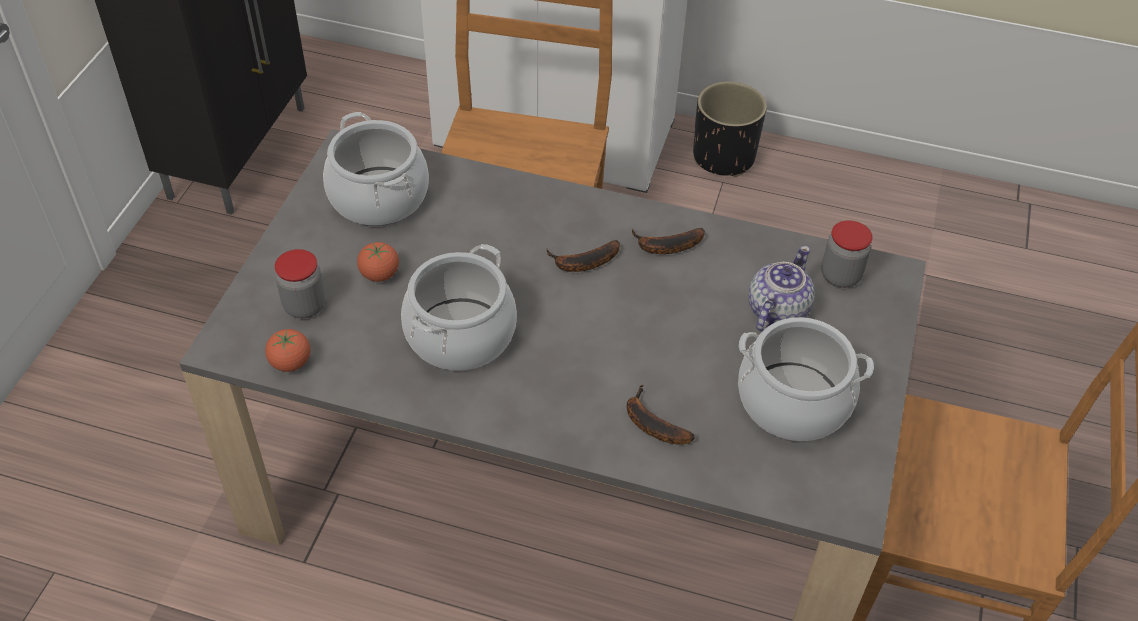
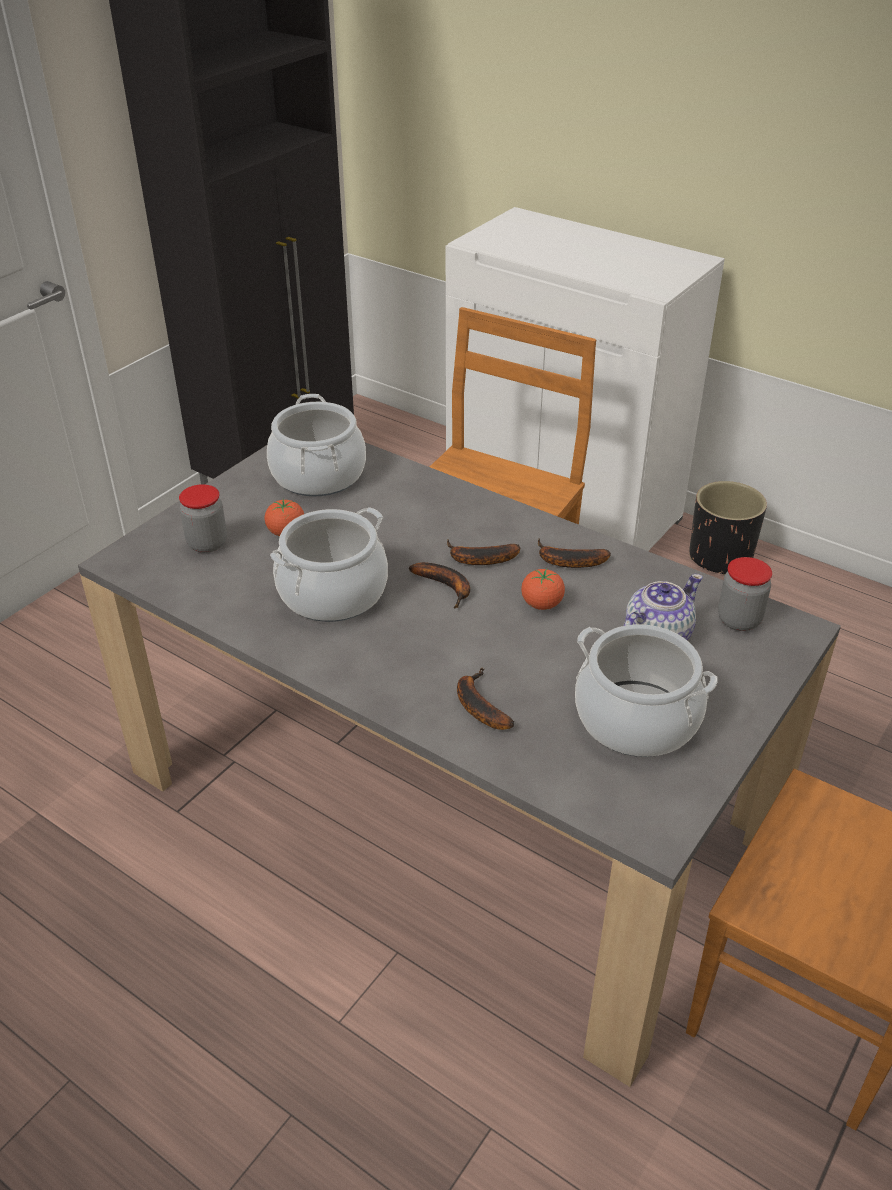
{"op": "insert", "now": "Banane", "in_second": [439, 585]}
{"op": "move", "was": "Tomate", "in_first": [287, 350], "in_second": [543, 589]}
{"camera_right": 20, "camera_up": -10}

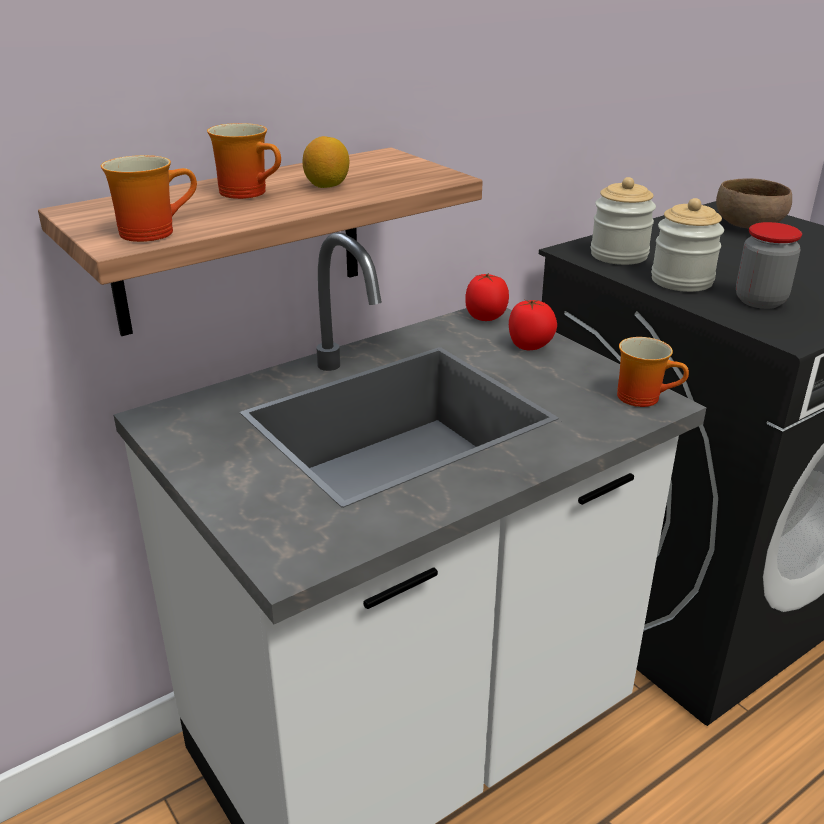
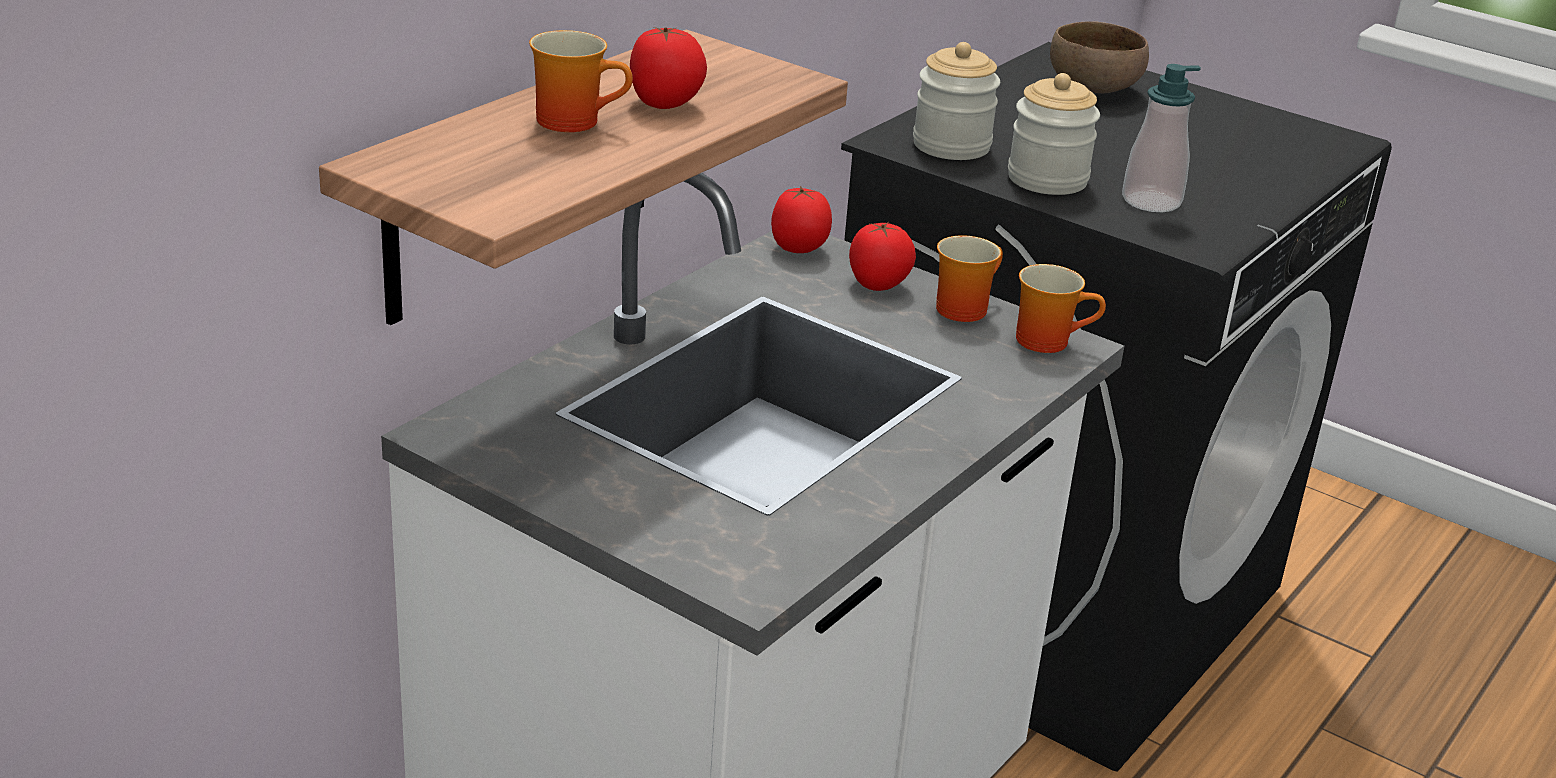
{"op": "move", "was": "Henkelbecher", "in_first": [149, 198], "in_second": [969, 279]}
{"op": "replace", "was": "Zitrone", "now": "Tomate", "in_first": [326, 162], "in_second": [668, 68]}
{"op": "replace", "was": "Vorratsglas", "now": "Seifenspender", "in_first": [769, 265], "in_second": [1161, 138]}
{"camera_right": -20, "camera_up": 0}

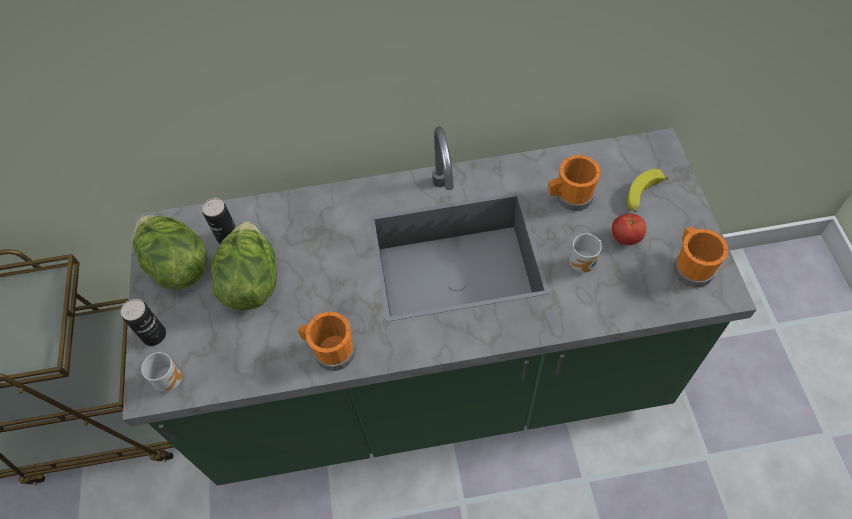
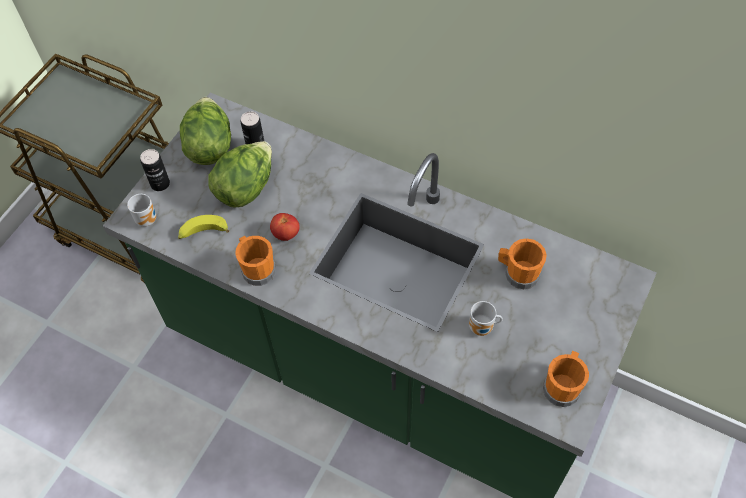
{"op": "move", "was": "Tomate", "in_first": [629, 229], "in_second": [285, 227]}
{"op": "move", "was": "Banane", "in_first": [647, 190], "in_second": [203, 227]}
{"camera_right": 35, "camera_up": 0}

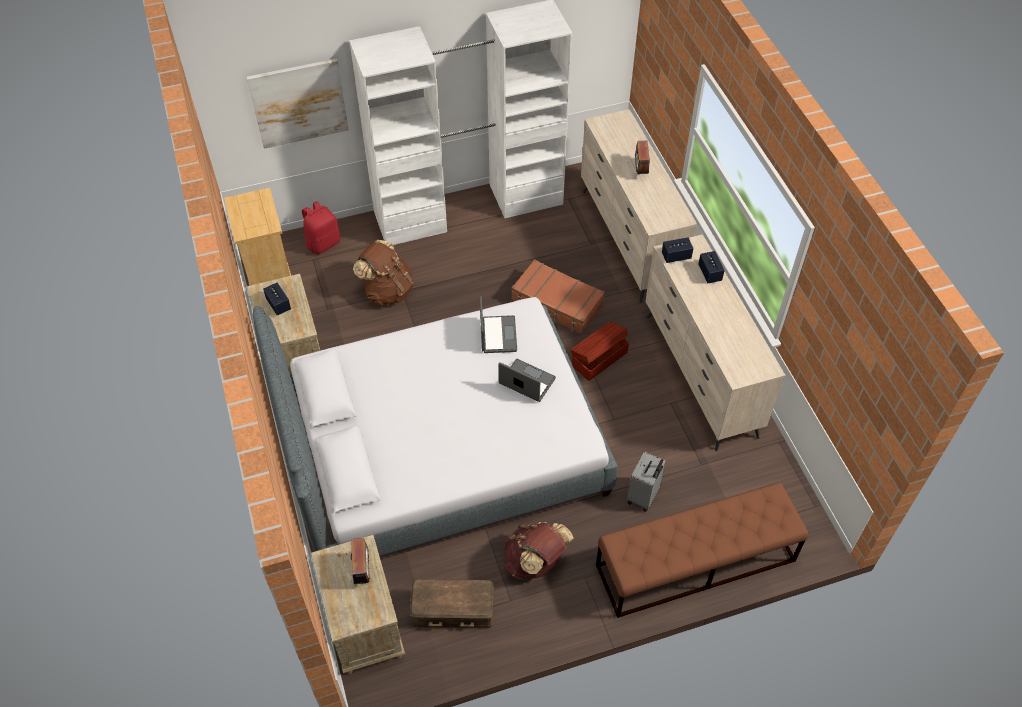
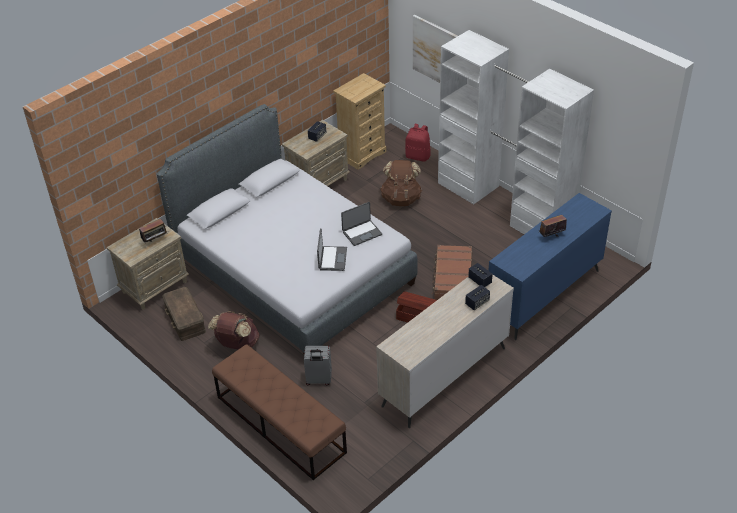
{"op": "recolor", "was": "Kommode/beige", "now": "Kommode/blau", "in_first": [639, 206], "in_second": [550, 266]}
{"camera_right": 65, "camera_up": -10}

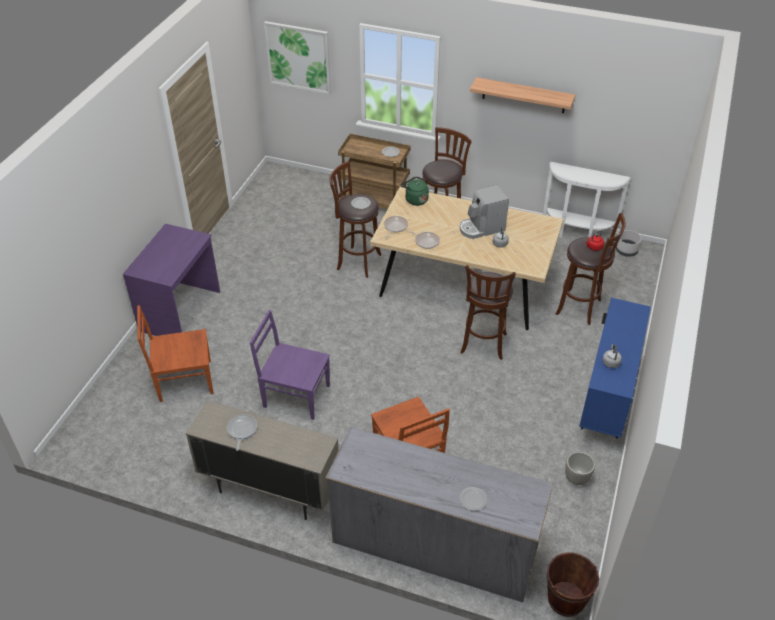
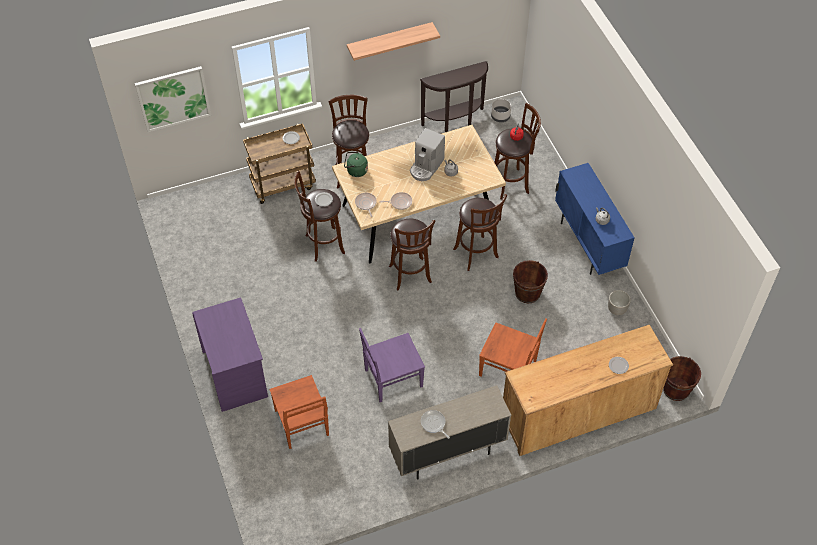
{"op": "insert", "now": "Hocker/braun", "in_second": [412, 254]}
{"op": "insert", "now": "Eimer/braun", "in_second": [530, 281]}
{"op": "recolor", "was": "Kommode/grau", "now": "Kommode/braun", "in_first": [439, 514], "in_second": [588, 390]}
{"op": "recolor", "was": "Konsolentisch/weiß", "now": "Konsolentisch/braun", "in_first": [587, 200], "in_second": [454, 96]}
{"op": "rotate", "was": "Stuhl/braun", "in_first": [175, 353], "in_second": [299, 412], "clockwise": -60}
{"camera_right": -40, "camera_up": 10}

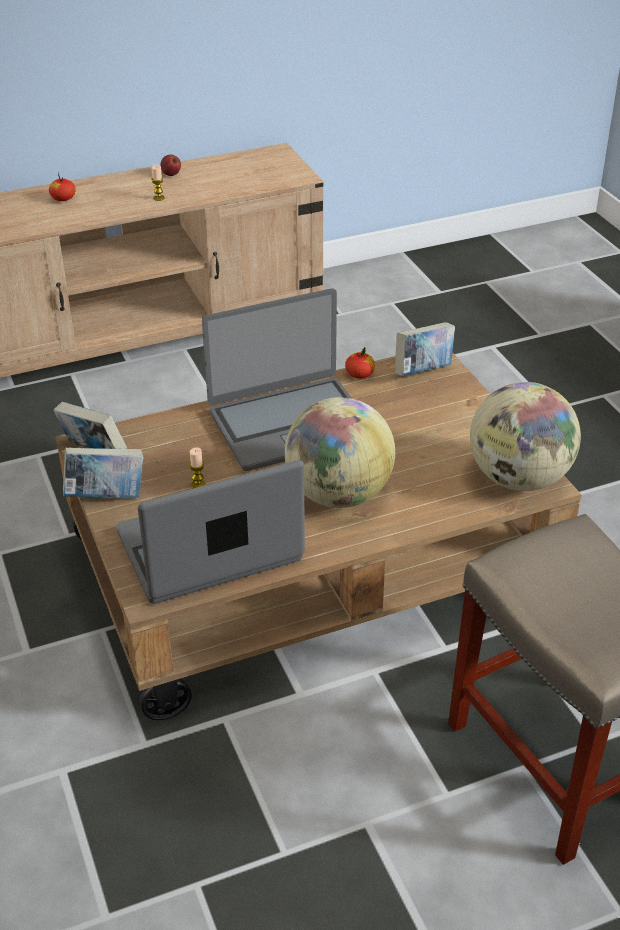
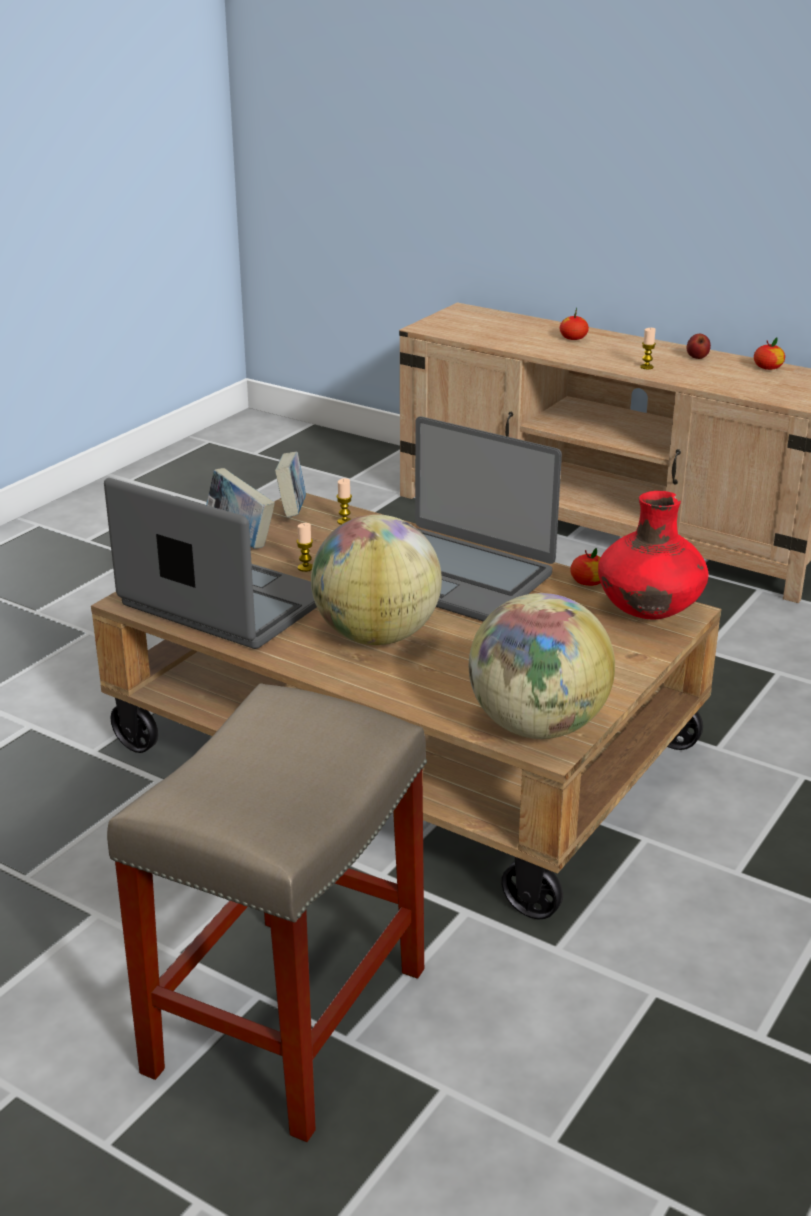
{"op": "insert", "now": "Kerze", "in_second": [344, 501]}
{"op": "insert", "now": "Apfel", "in_second": [769, 353]}
{"op": "replace", "was": "Buch", "now": "Vase/rot", "in_first": [425, 349], "in_second": [653, 555]}
{"camera_right": 55, "camera_up": -10}

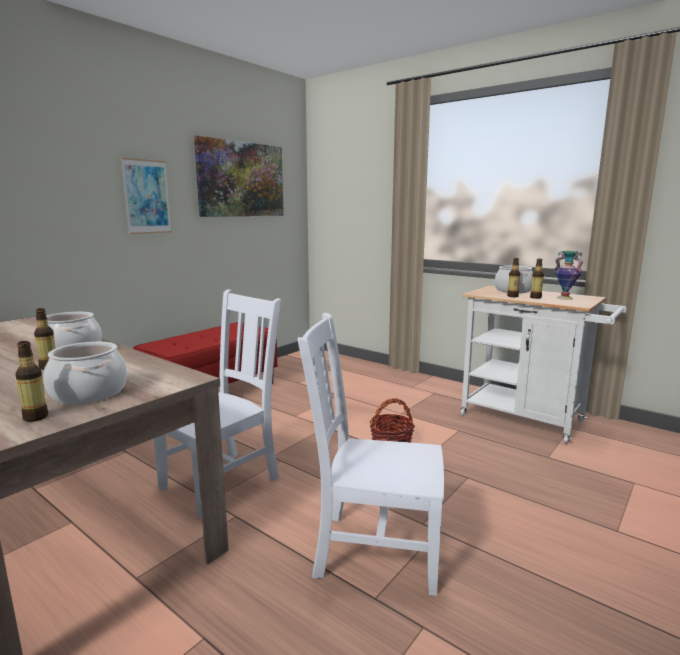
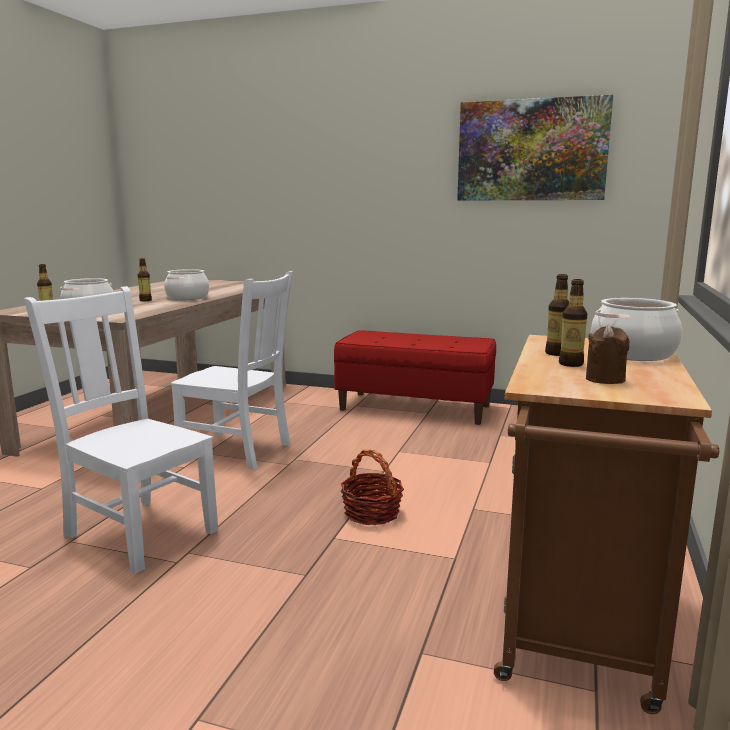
{"op": "delete", "was": "Bild", "in_first": [146, 196]}
{"op": "replace", "was": "Vase", "now": "Kerze/braun", "in_first": [568, 275], "in_second": [607, 354]}
{"op": "recolor", "was": "Rollwagen/weiß", "now": "Rollwagen/braun", "in_first": [544, 365], "in_second": [606, 524]}
{"op": "rotate", "was": "Stuhl/weiß", "in_first": [371, 454], "in_second": [121, 430], "clockwise": -45}
{"camera_right": 70, "camera_up": 0}

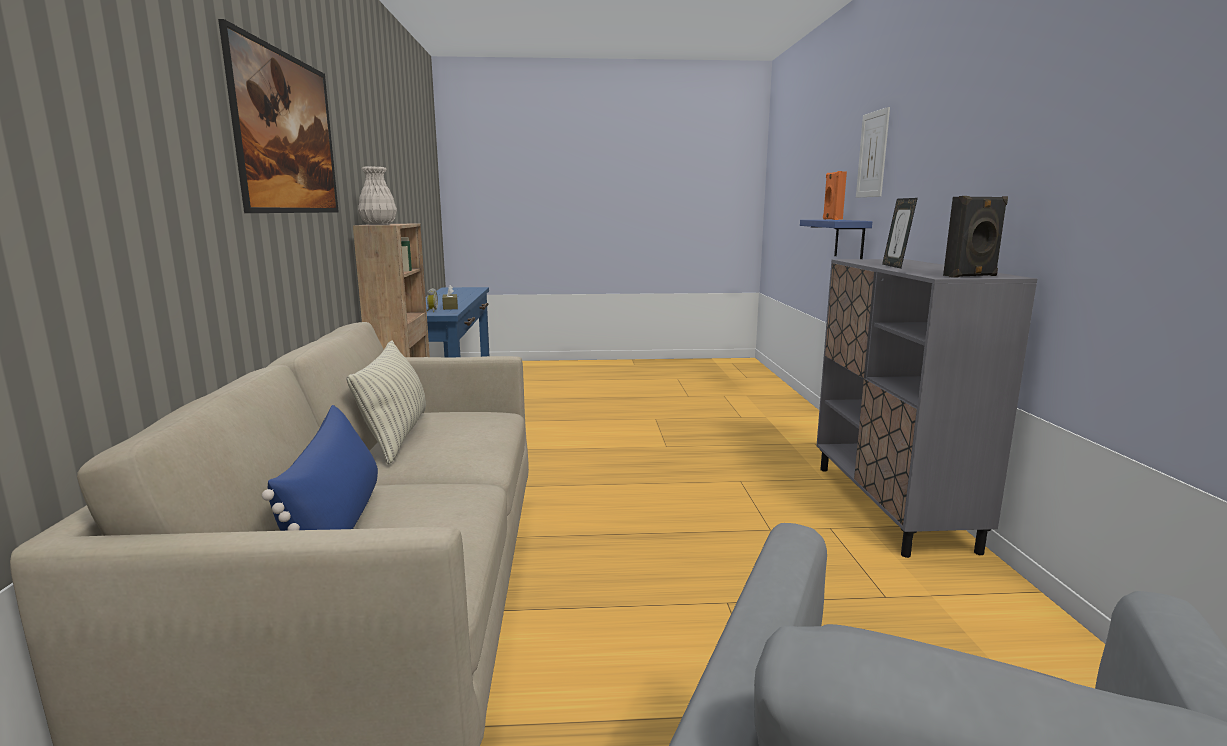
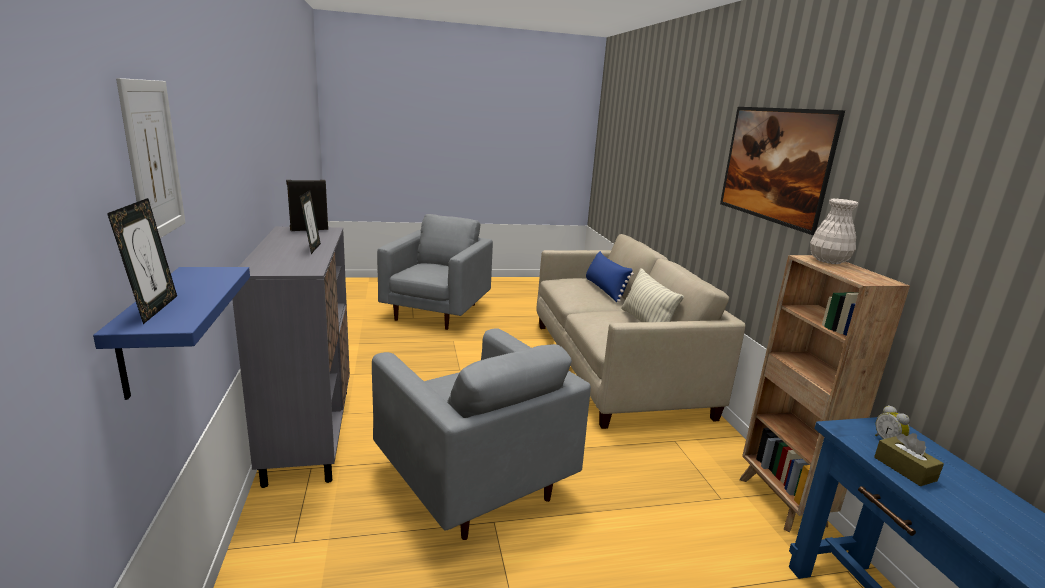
{"op": "insert", "now": "Sessel/grau", "in_second": [481, 434]}
{"op": "replace", "was": "Lautsprecher/orange", "now": "Bilderrahmen", "in_first": [835, 195], "in_second": [142, 261]}
{"camera_right": 170, "camera_up": 5}

